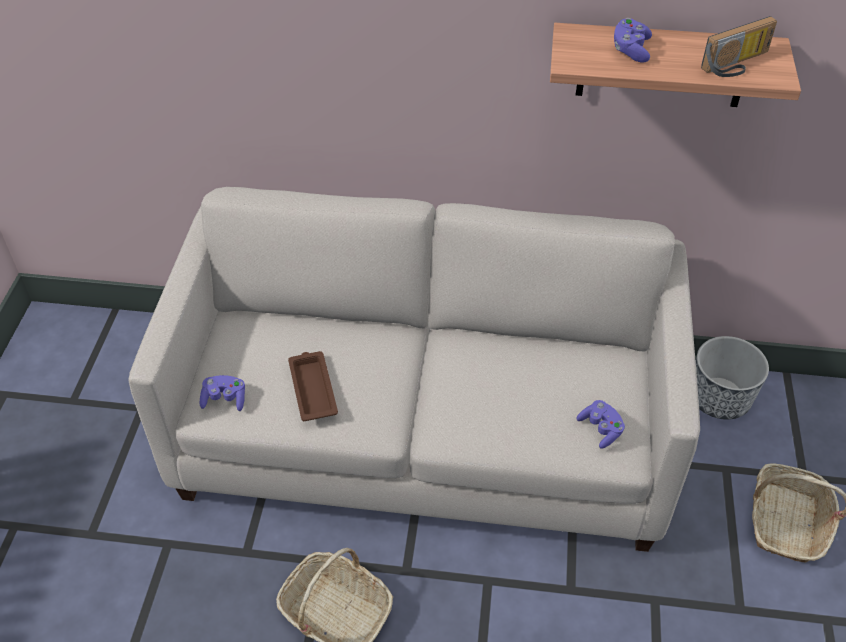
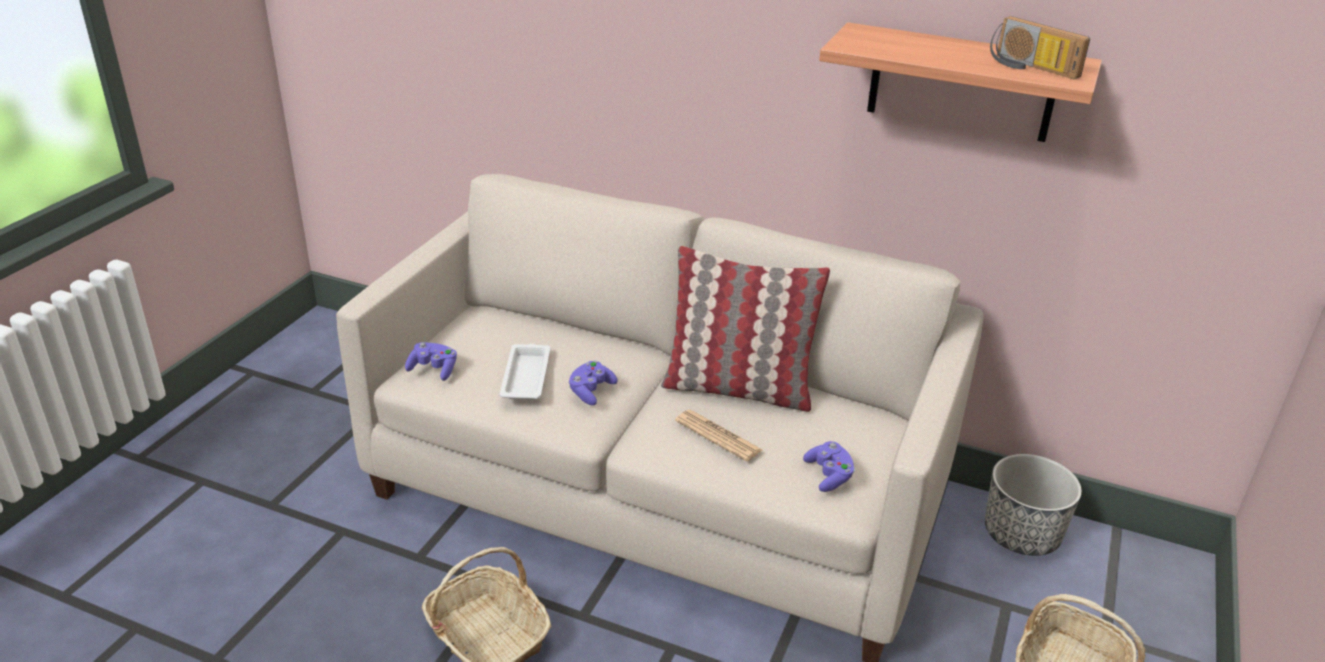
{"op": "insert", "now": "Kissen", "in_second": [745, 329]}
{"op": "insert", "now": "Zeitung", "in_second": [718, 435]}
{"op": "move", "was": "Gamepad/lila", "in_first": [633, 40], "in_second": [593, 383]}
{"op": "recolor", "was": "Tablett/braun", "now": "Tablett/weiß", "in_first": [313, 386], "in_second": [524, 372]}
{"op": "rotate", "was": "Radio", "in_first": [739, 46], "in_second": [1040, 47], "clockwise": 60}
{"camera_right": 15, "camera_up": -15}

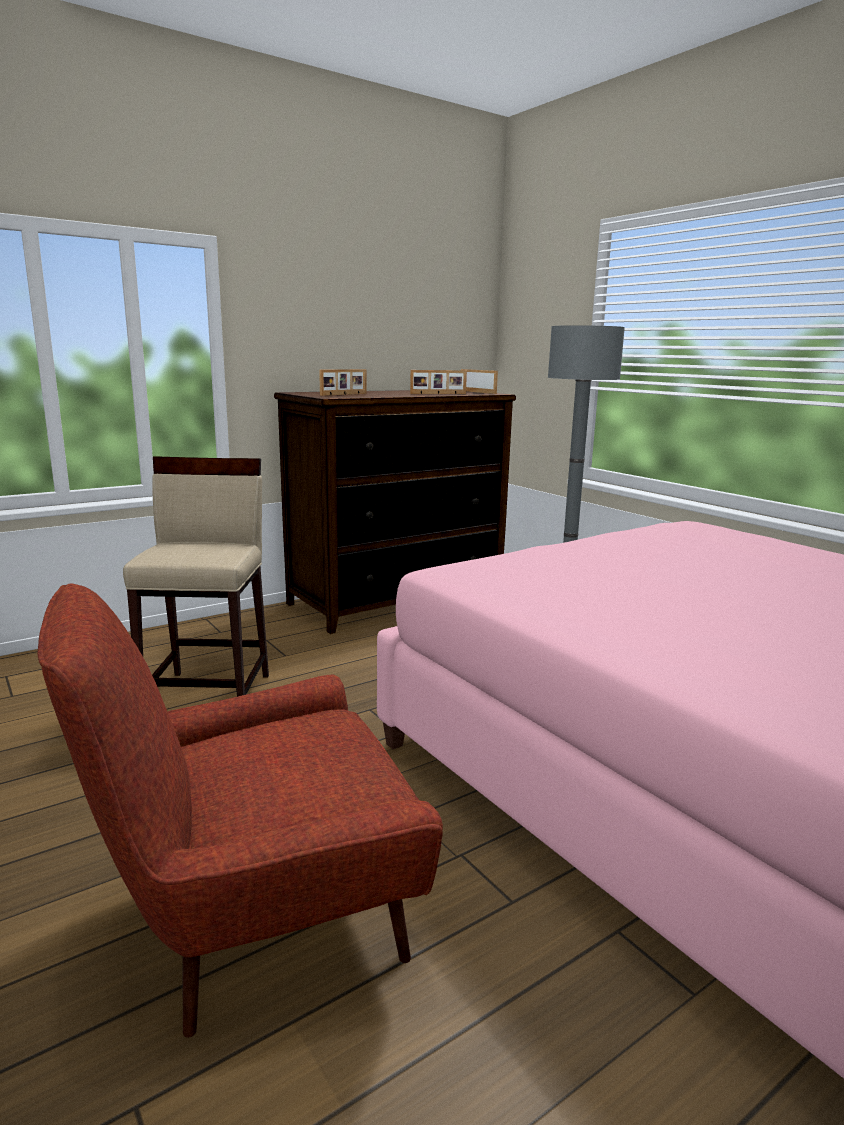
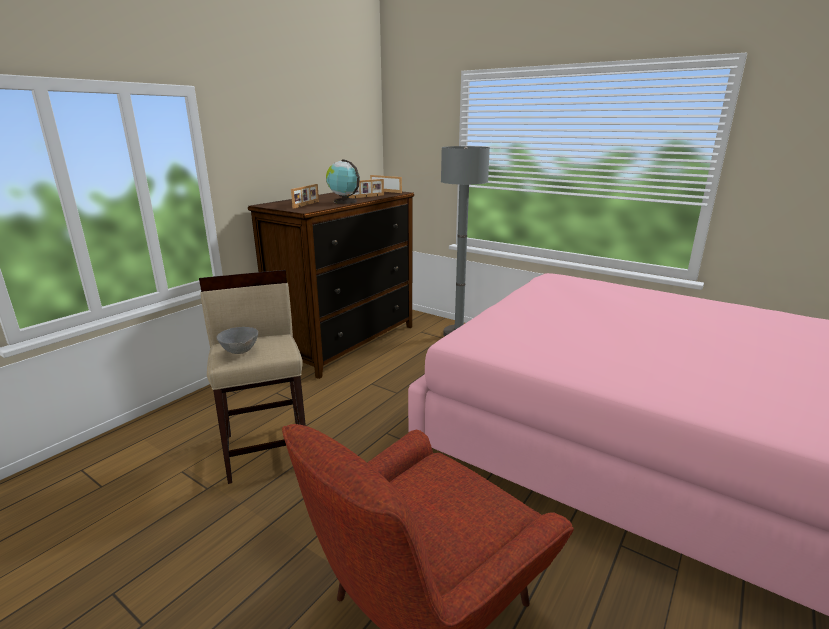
{"op": "insert", "now": "Schüssel/grau", "in_second": [237, 340]}
{"op": "insert", "now": "Globus", "in_second": [343, 181]}
{"camera_right": -20, "camera_up": 5}

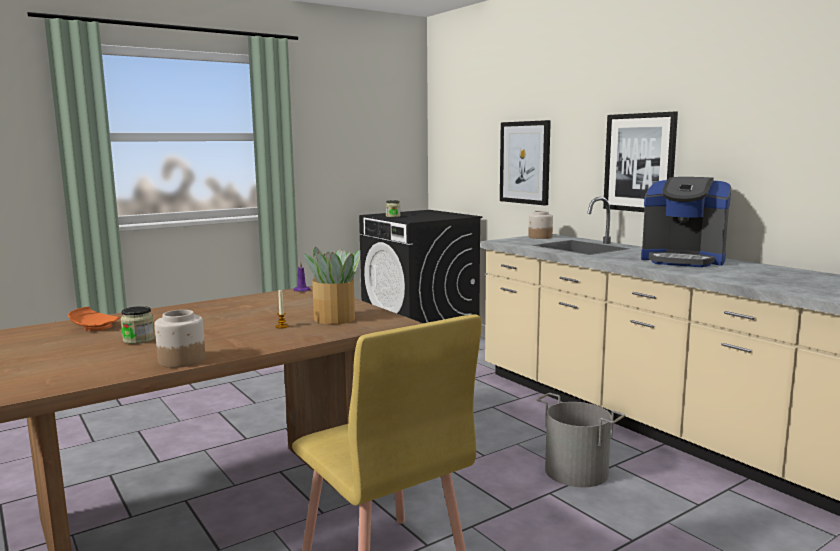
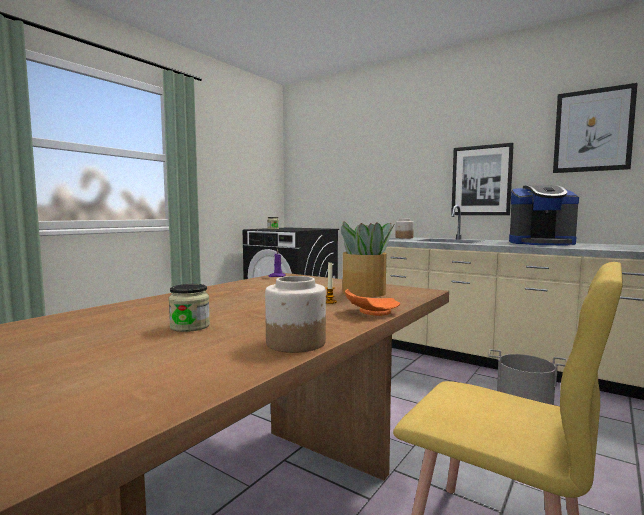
{"op": "move", "was": "Teller/orange", "in_first": [94, 318], "in_second": [372, 302]}
{"op": "move", "was": "Bild", "in_first": [525, 162], "in_second": [595, 128]}
{"camera_right": -20, "camera_up": -5}

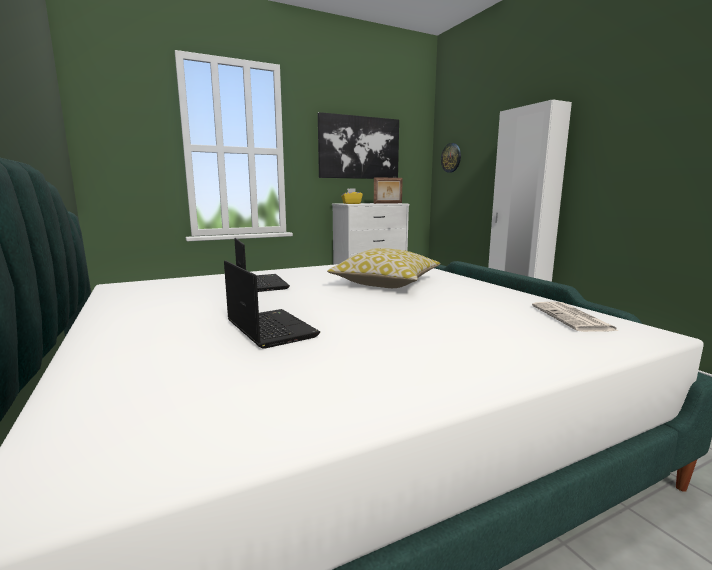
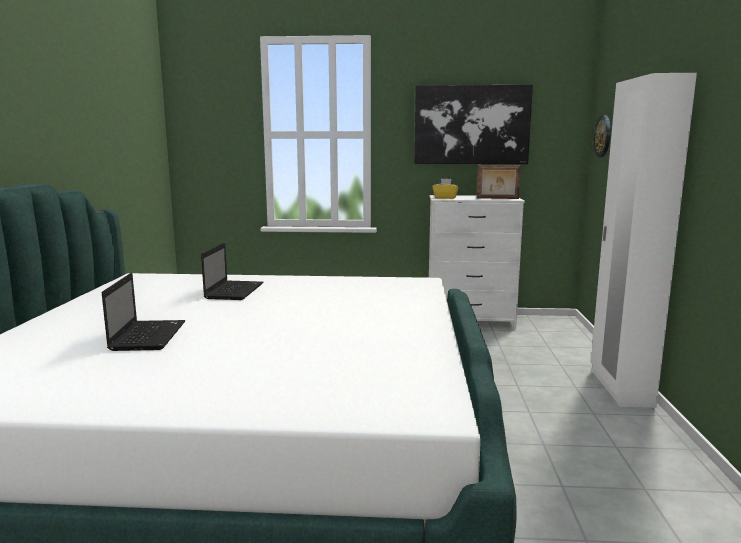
{"op": "delete", "was": "Kissen", "in_first": [383, 268]}
{"op": "delete", "was": "Zeitung", "in_first": [575, 317]}
{"camera_right": 30, "camera_up": 0}

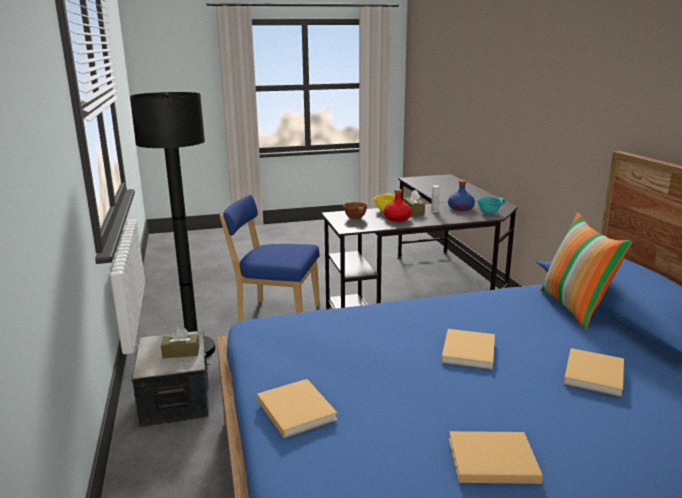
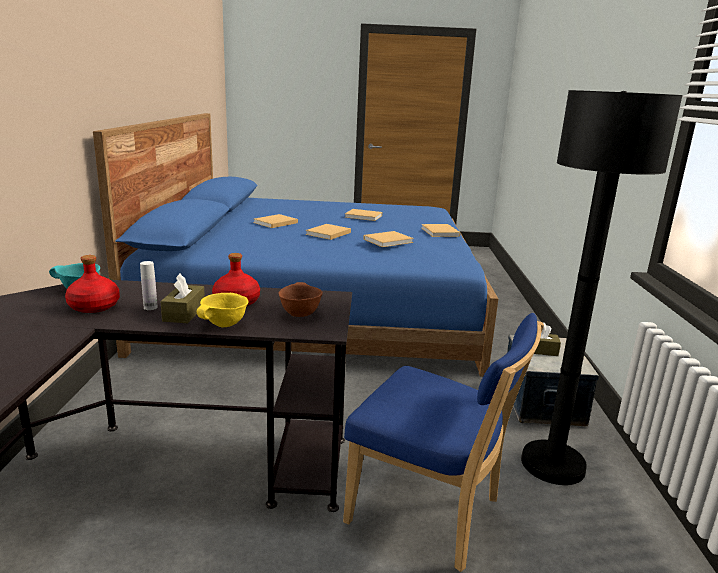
{"op": "delete", "was": "Kissen", "in_first": [586, 271]}
{"op": "insert", "now": "Buch/beige", "in_second": [388, 239]}
{"op": "recolor", "was": "Flasche/blau", "now": "Flasche/rot", "in_first": [461, 195], "in_second": [92, 284]}
{"camera_right": -165, "camera_up": 0}

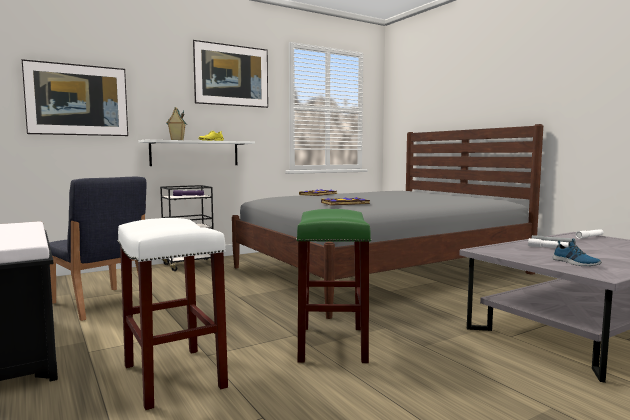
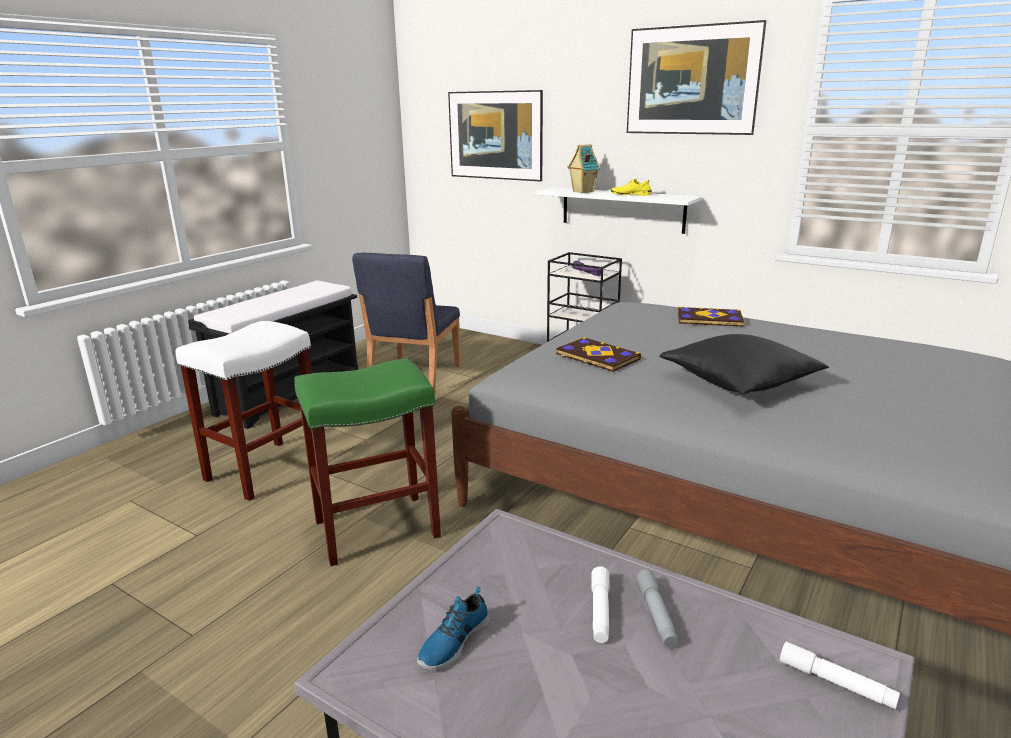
{"op": "insert", "now": "Kissen/schwarz", "in_second": [744, 364]}
{"camera_right": 65, "camera_up": 15}

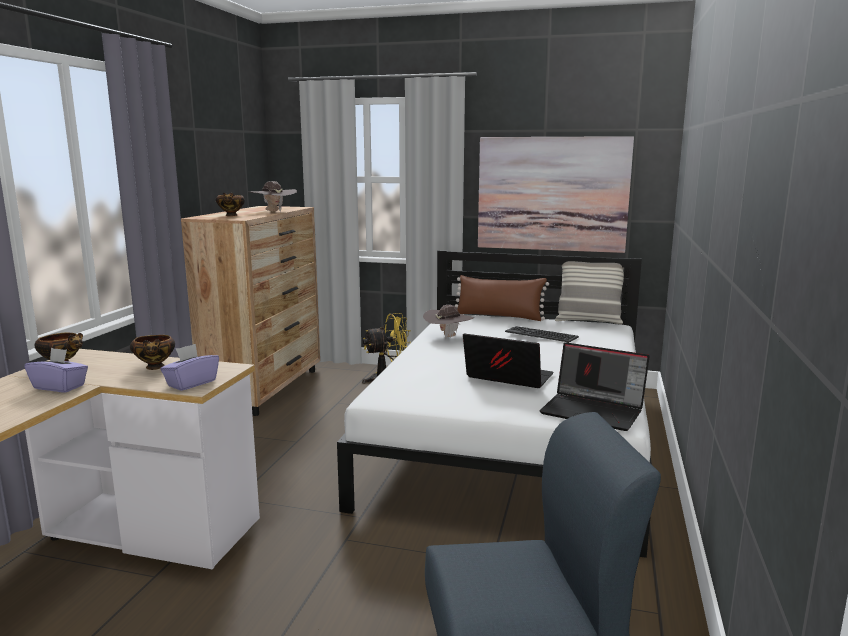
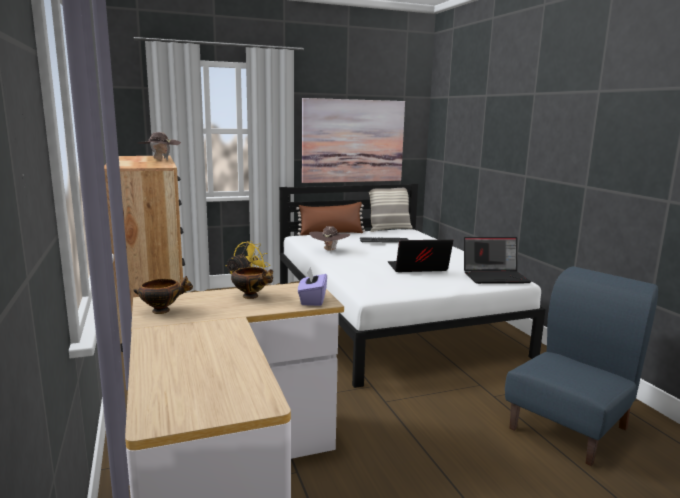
{"op": "delete", "was": "Taschentuchbox/lila", "in_first": [56, 370]}
{"op": "delete", "was": "Schüssel", "in_first": [230, 204]}
{"camera_right": -35, "camera_up": 0}

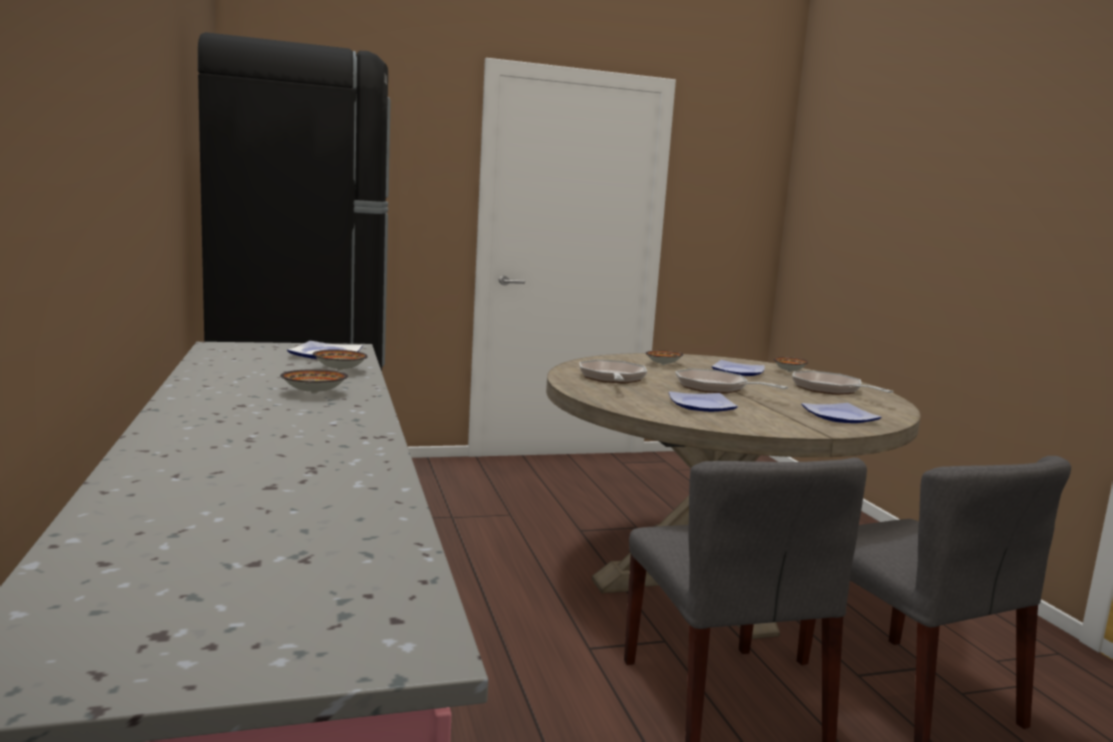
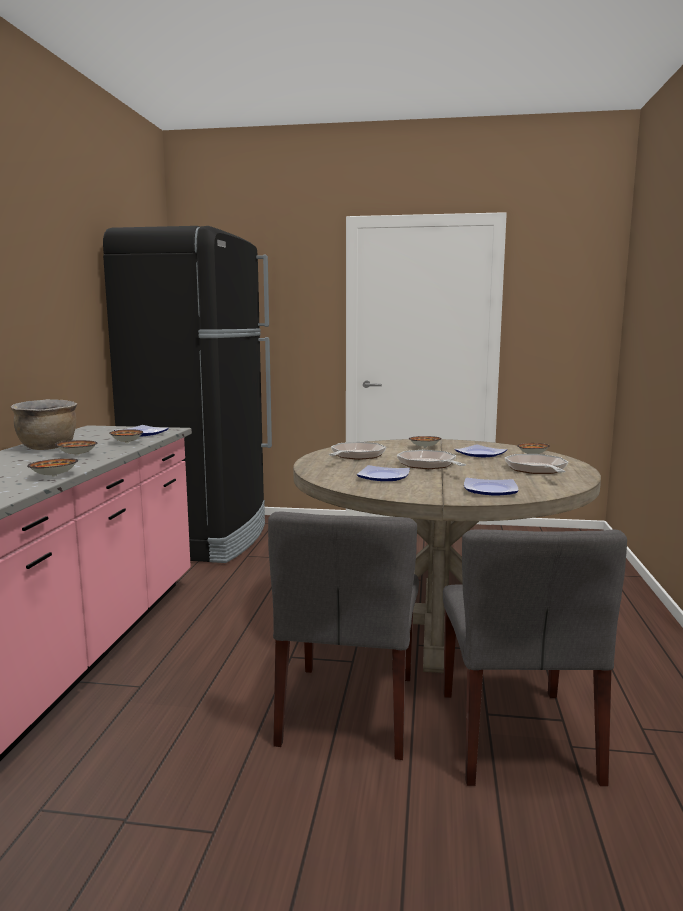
{"op": "insert", "now": "Kochtopf/braun", "in_second": [44, 424]}
{"op": "insert", "now": "Schüssel", "in_second": [52, 467]}
{"camera_right": 25, "camera_up": 0}

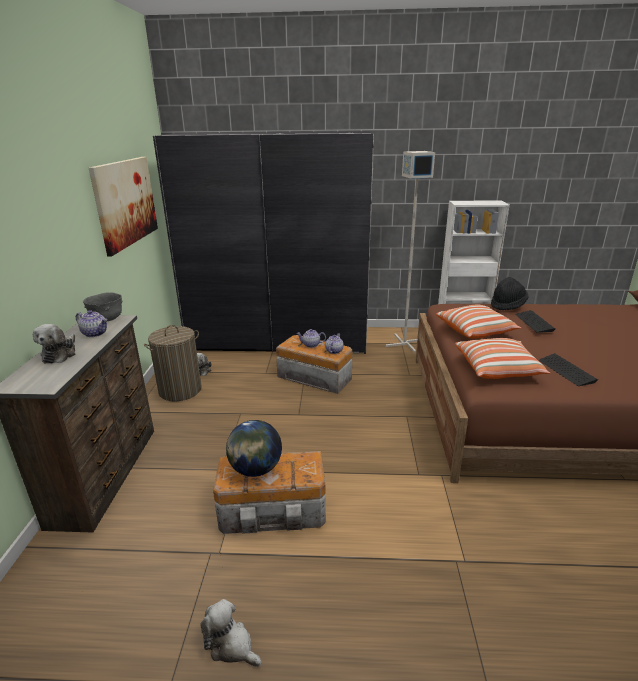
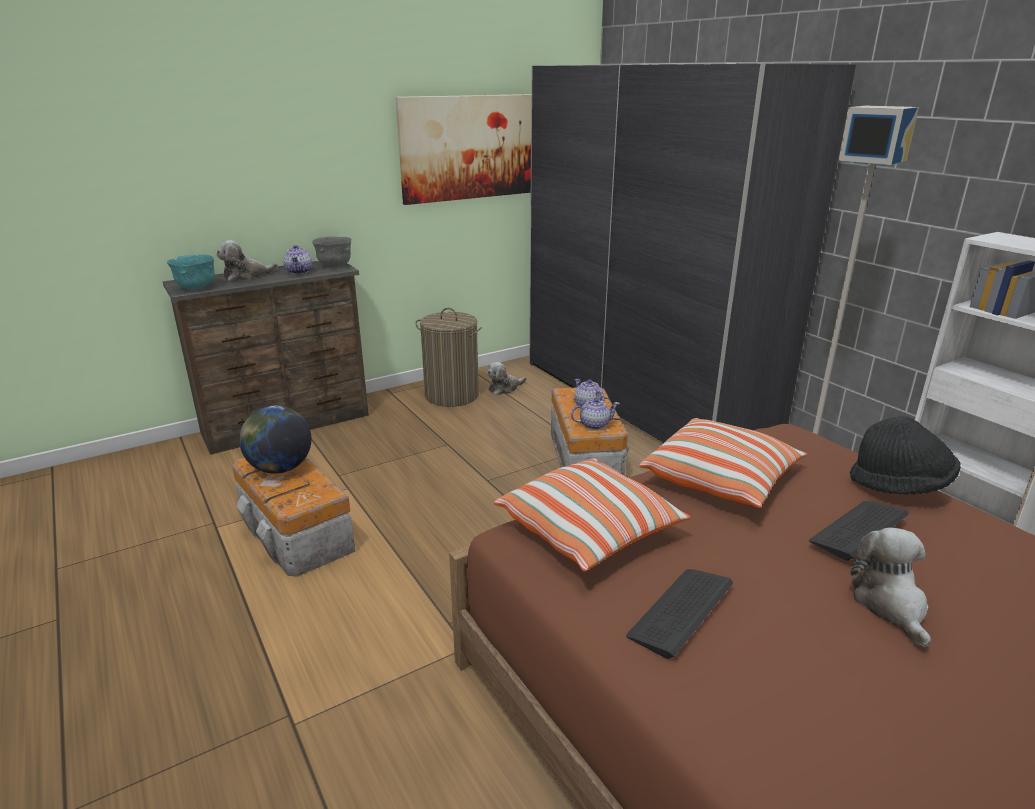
{"op": "insert", "now": "Schüssel/türkis", "in_second": [191, 271]}
{"op": "move", "was": "Plüschtier", "in_first": [231, 633], "in_second": [891, 587]}
{"camera_right": 55, "camera_up": 0}

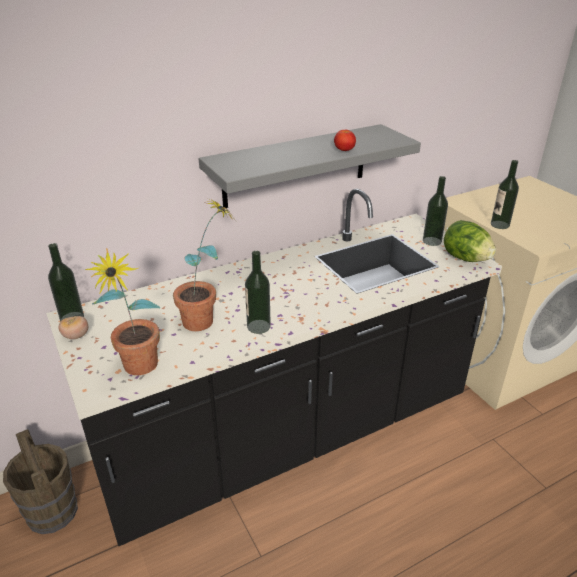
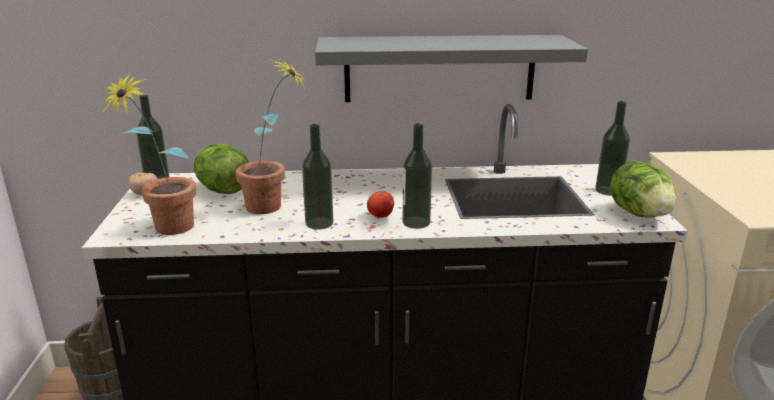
{"op": "insert", "now": "Salatkopf", "in_second": [221, 169]}
{"op": "move", "was": "Tomate", "in_first": [345, 140], "in_second": [380, 204]}
{"op": "move", "was": "Flasche", "in_first": [505, 194], "in_second": [417, 176]}
{"camera_right": 25, "camera_up": -10}

